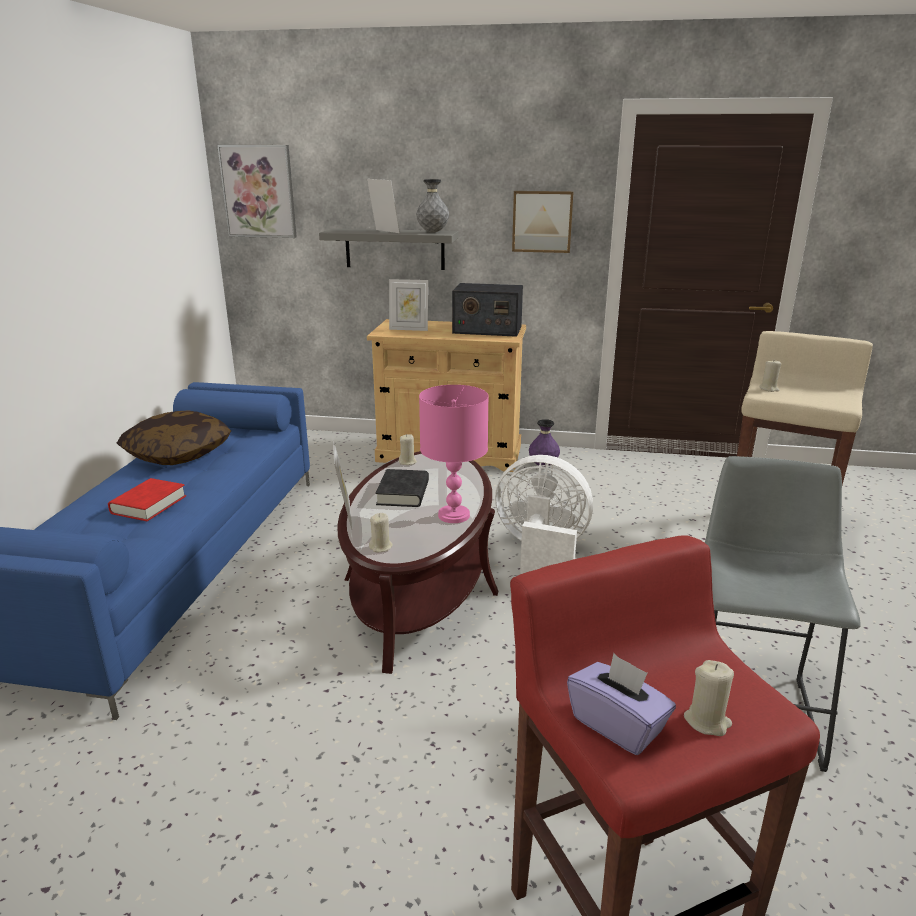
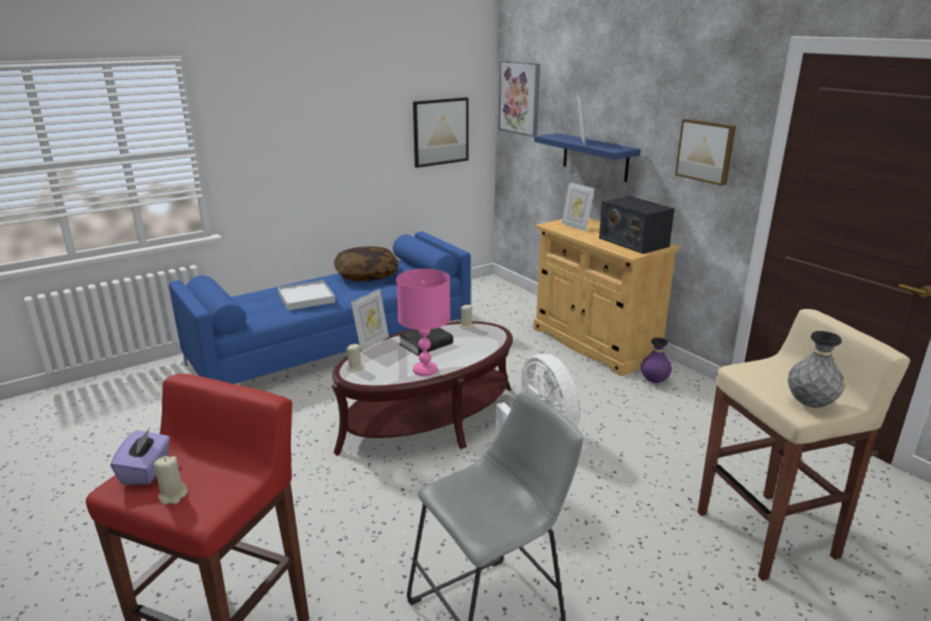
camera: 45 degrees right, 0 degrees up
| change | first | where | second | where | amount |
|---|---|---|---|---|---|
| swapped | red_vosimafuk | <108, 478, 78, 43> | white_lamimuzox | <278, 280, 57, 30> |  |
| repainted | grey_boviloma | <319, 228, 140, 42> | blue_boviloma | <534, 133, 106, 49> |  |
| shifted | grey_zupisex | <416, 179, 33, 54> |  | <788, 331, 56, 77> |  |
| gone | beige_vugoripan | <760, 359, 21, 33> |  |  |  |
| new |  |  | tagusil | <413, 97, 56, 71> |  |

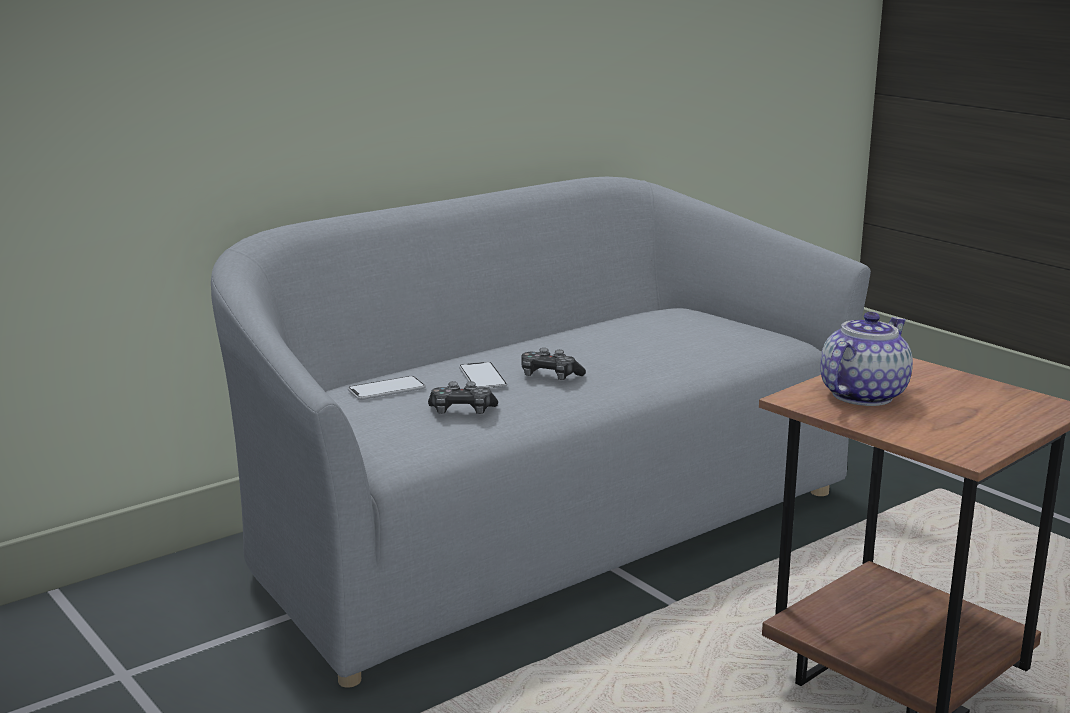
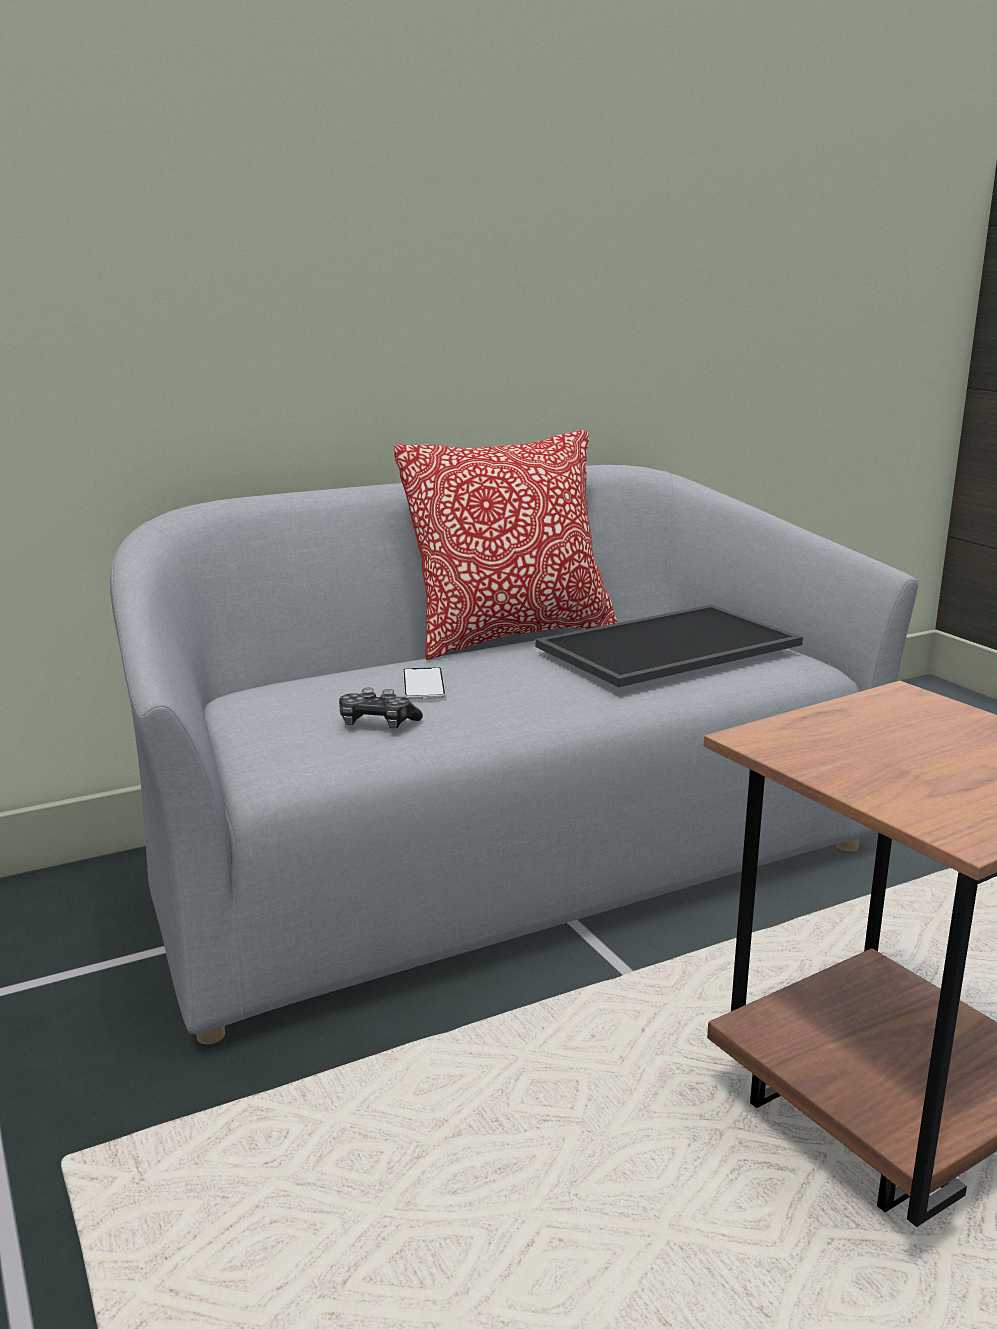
camera: 10 degrees right, 0 degrees up
| change | first | where | second | where | amount |
|---|---|---|---|---|---|
| gone | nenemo | <348, 376, 78, 24> |  |  |  |
| gone | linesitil | <521, 348, 65, 32> |  |  |  |
| gone | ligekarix | <820, 312, 93, 94> |  |  |  |
| new |  |  | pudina | <394, 430, 223, 230> |  |
| new |  |  | lamimuzox | <535, 605, 268, 82> |  |

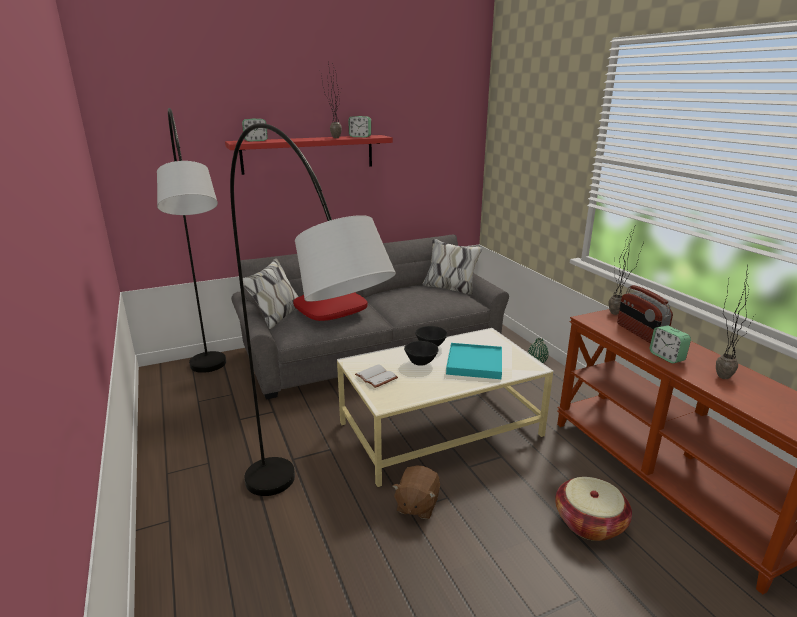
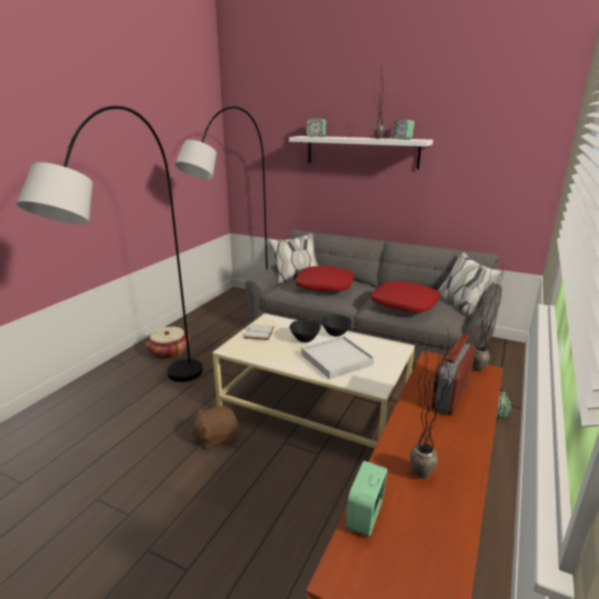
camera: 50 degrees right, 0 degrees up
| change | first | where | second | where | amount |
|---|---|---|---|---|---|
| repainted | red_boviloma | <225, 135, 168, 40> | white_boviloma | <289, 136, 144, 33> |  |
| repainted | turquoise_lamimuzox | <446, 343, 56, 36> | white_lamimuzox | <302, 336, 72, 43> |  |
| shifted | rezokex | <555, 477, 77, 64> |  | <145, 327, 45, 32> |  |
| shifted | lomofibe | <649, 325, 42, 38> |  | <345, 461, 42, 76> |  |
| new |  |  | red_pudina | <371, 281, 69, 31> |  |

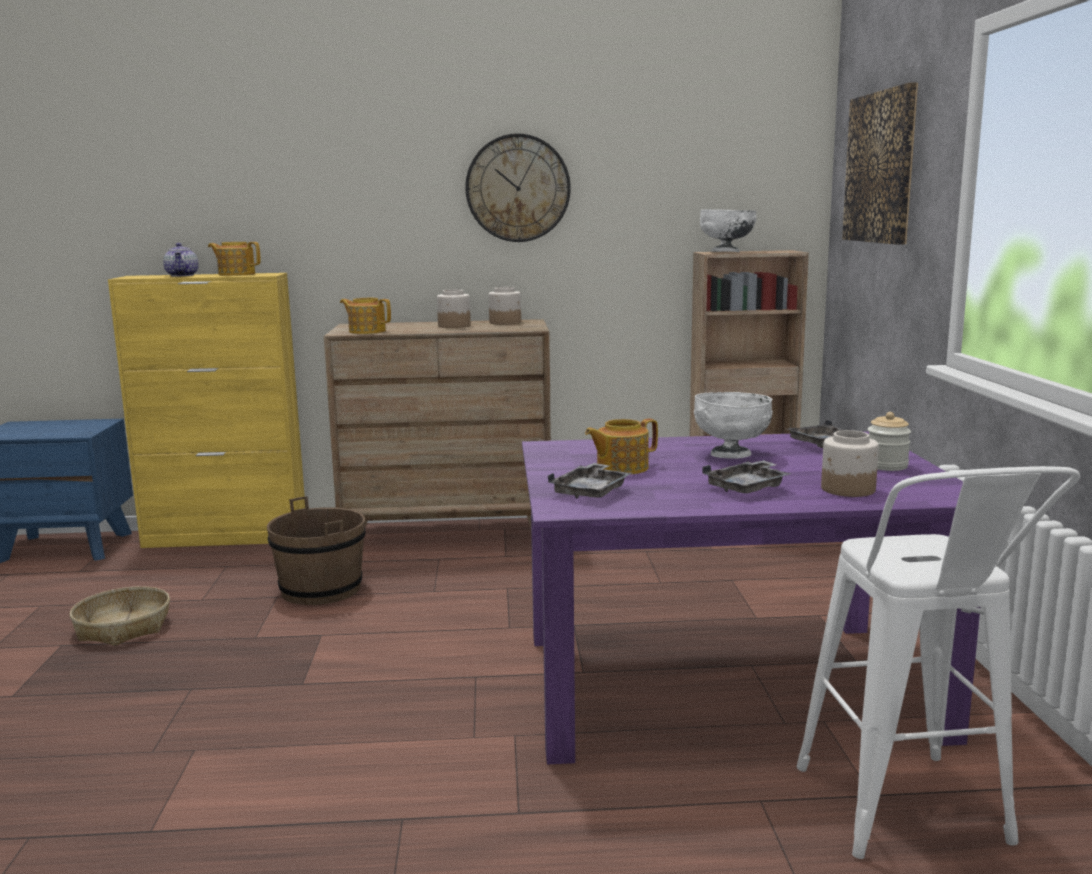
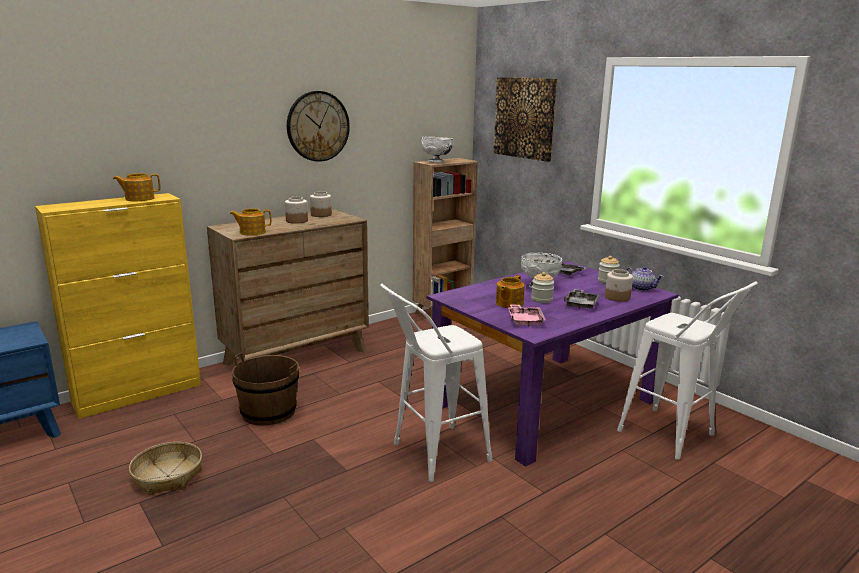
camera: 35 degrees left, 5 degrees up
| change | first | where | second | where | amount |
|---|---|---|---|---|---|
| shifted | ligekarix | <163, 243, 36, 33> |  | <626, 266, 38, 25> |  |
| repainted | grey_lamimuzox | <548, 463, 84, 35> | pink_lamimuzox | <508, 304, 38, 22> |  |
| new |  |  | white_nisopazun | <380, 284, 113, 198> |  |
| new |  |  | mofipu | <531, 272, 23, 31> |  |

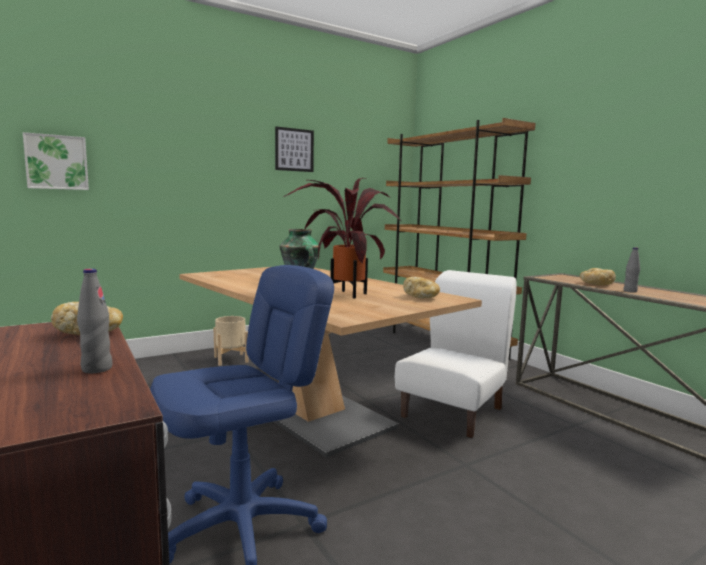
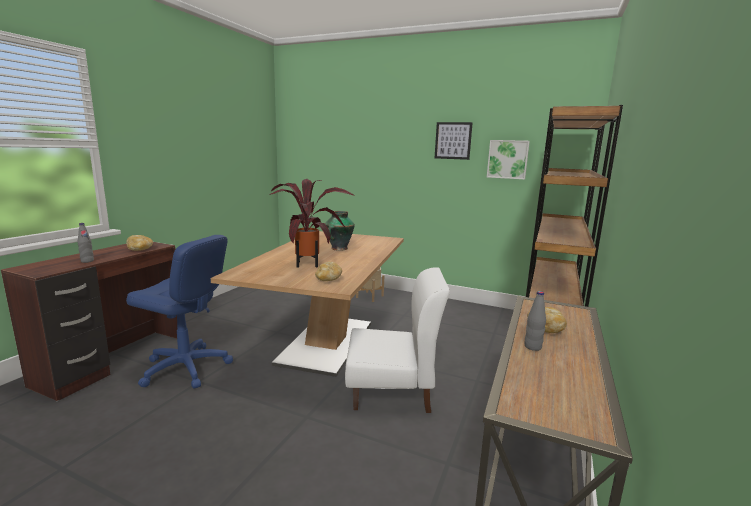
camera: 55 degrees right, 5 degrees up
| change | first | where | second | where | amount |
|---|---|---|---|---|---|
| shifted | tagusil | <23, 132, 66, 58> |  | <487, 140, 43, 40> |  |

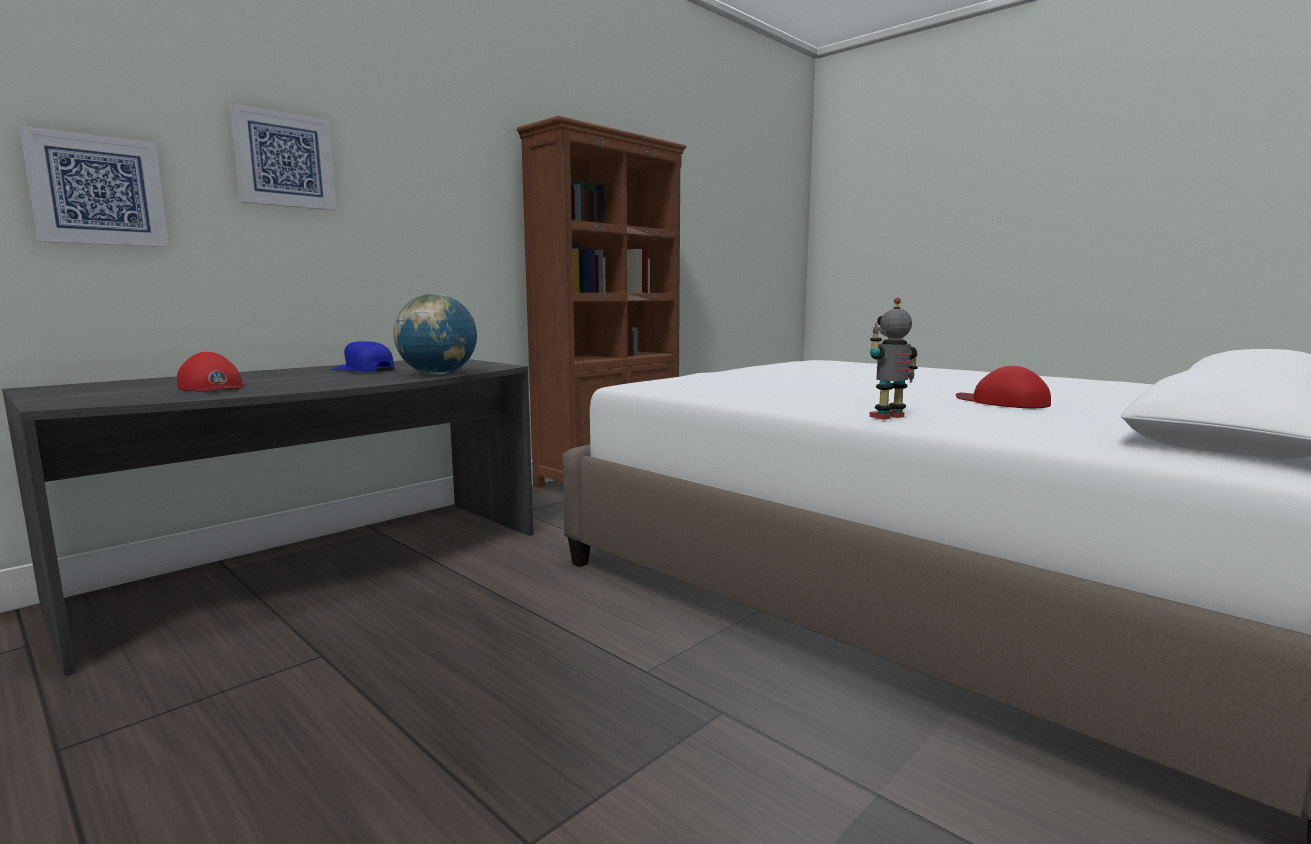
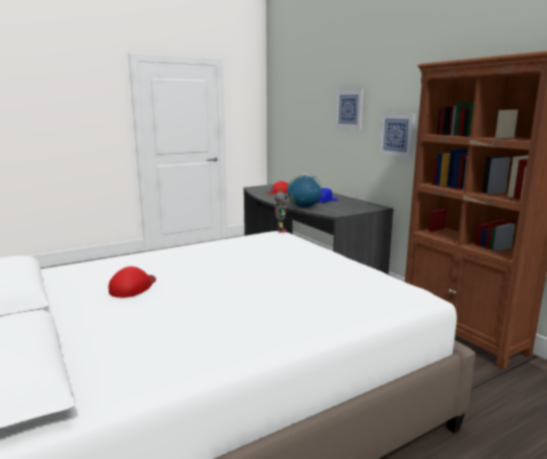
camera: 105 degrees right, 5 degrees up
| change | first | where | second | where | amount |
|---|---|---|---|---|---|
| shifted | tagusil | <20, 125, 149, 122> |  | <379, 113, 37, 45> |  |
| shifted | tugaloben | <869, 297, 49, 123> |  | <275, 188, 12, 45> |  |
| rotated | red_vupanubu | <955, 366, 96, 42> |  | <109, 266, 47, 32> | 45 degrees counterclockwise |

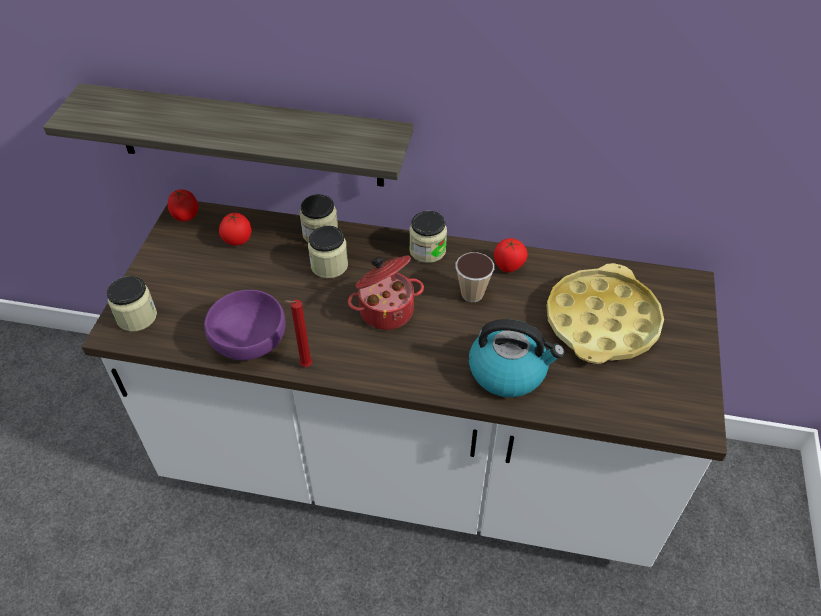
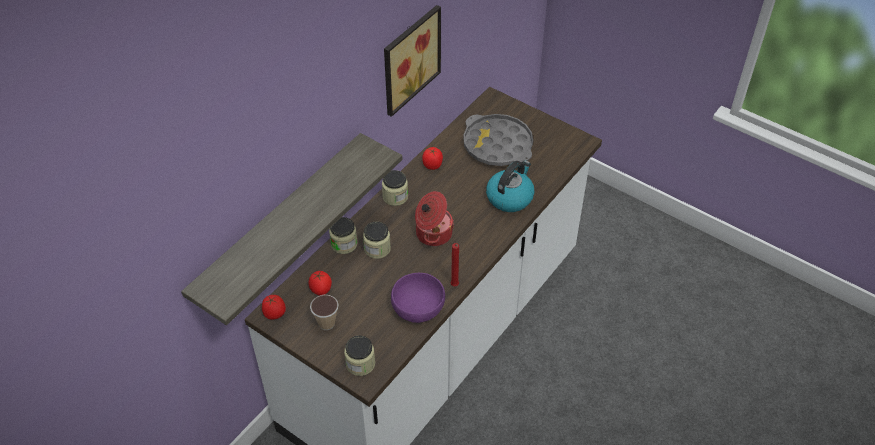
camera: 65 degrees left, 0 degrees up
| change | first | where | second | where | amount |
|---|---|---|---|---|---|
| shifted | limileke | <456, 252, 38, 50> |  | <310, 295, 29, 35> |  |
| repainted | yellow_lamimuzox | <546, 263, 118, 101> | grey_lamimuzox | <463, 114, 70, 52> |  |
| new |  |  | tagusil | <384, 5, 57, 112> |  |

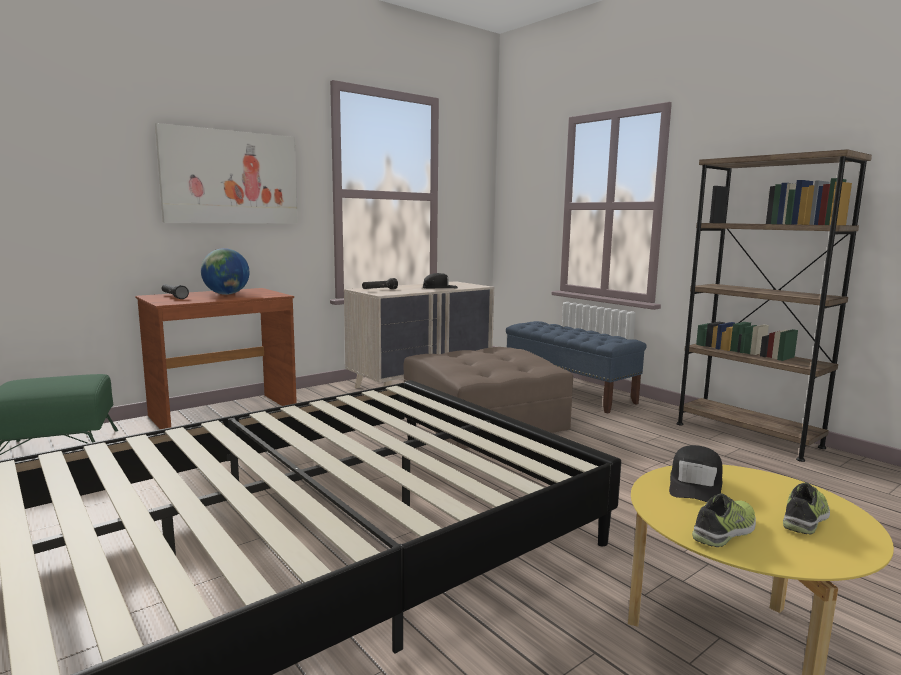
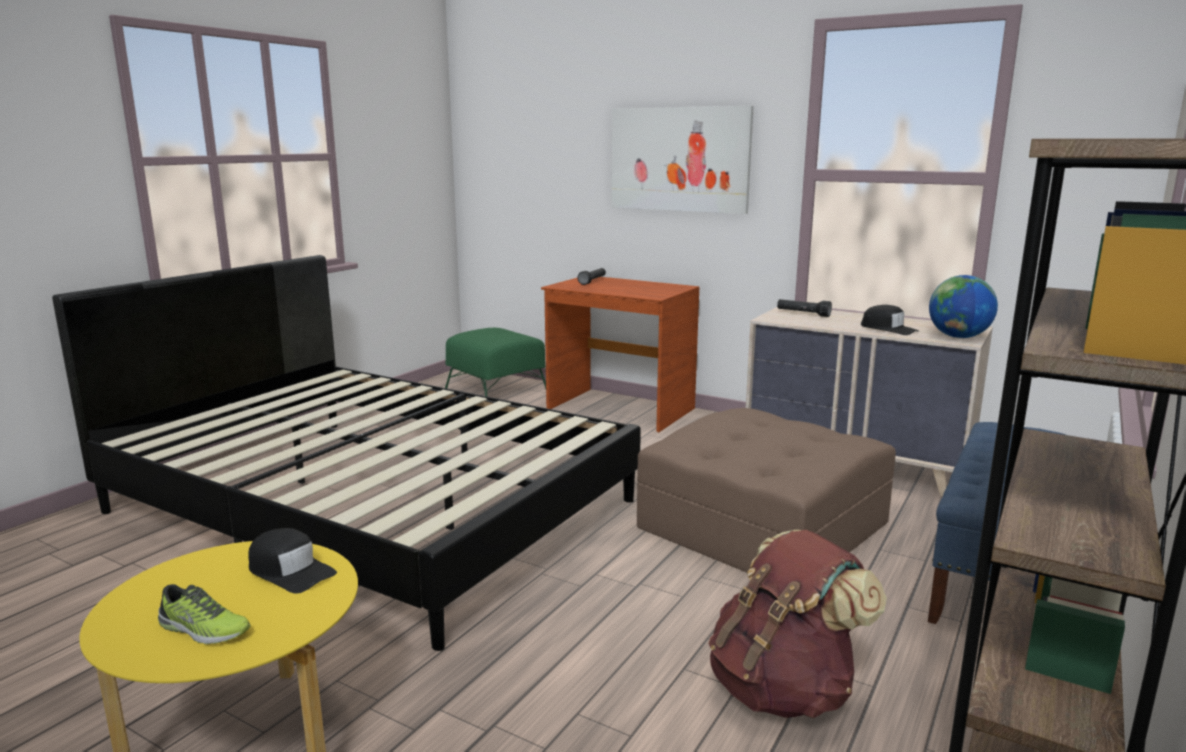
camera: 70 degrees right, 5 degrees up
| change | first | where | second | where | amount |
|---|---|---|---|---|---|
| shifted | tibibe | <201, 248, 48, 47> |  | <929, 275, 69, 63> |  |
| rotated | black_vupanubu | <669, 445, 54, 57> |  | <248, 528, 89, 66> | 150 degrees counterclockwise |
| gone | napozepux | <692, 494, 64, 53> |  |  |  |
| new |  |  | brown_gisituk | <708, 530, 179, 188> |  |

